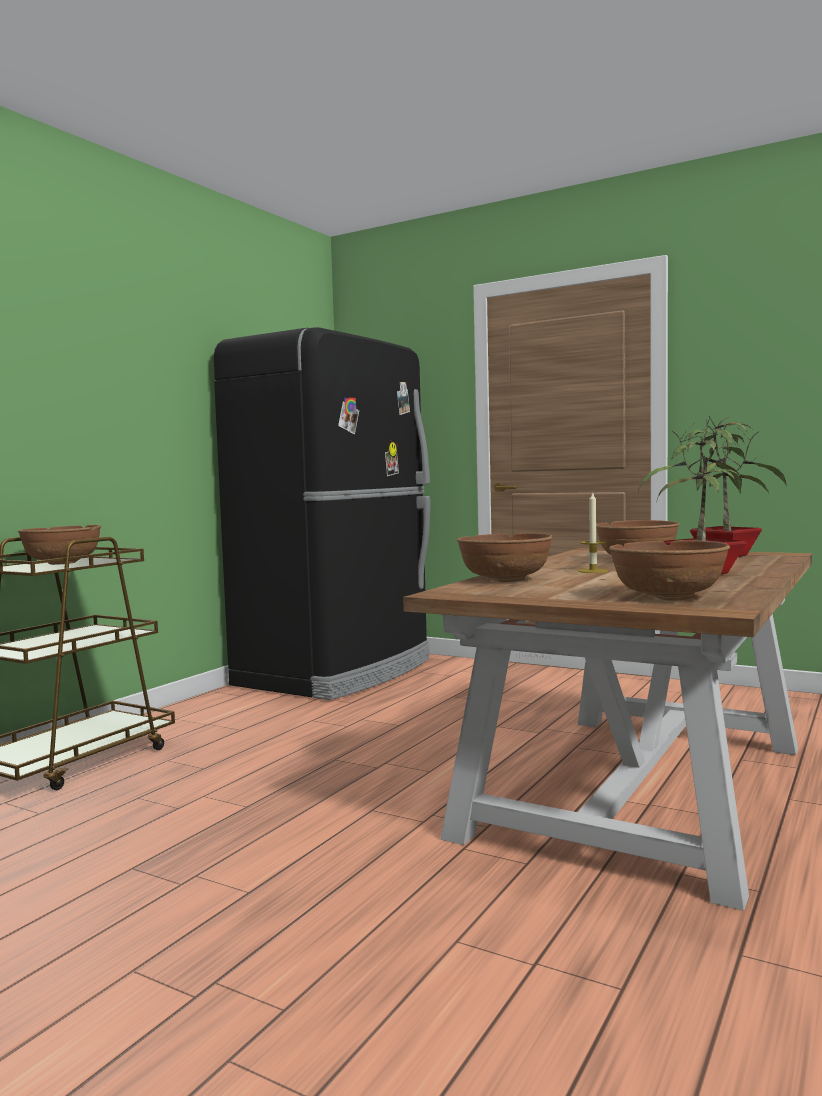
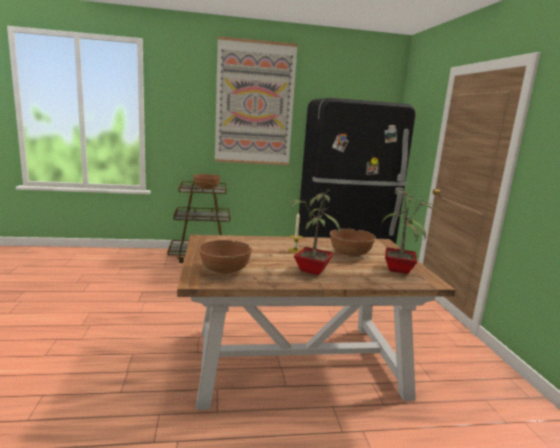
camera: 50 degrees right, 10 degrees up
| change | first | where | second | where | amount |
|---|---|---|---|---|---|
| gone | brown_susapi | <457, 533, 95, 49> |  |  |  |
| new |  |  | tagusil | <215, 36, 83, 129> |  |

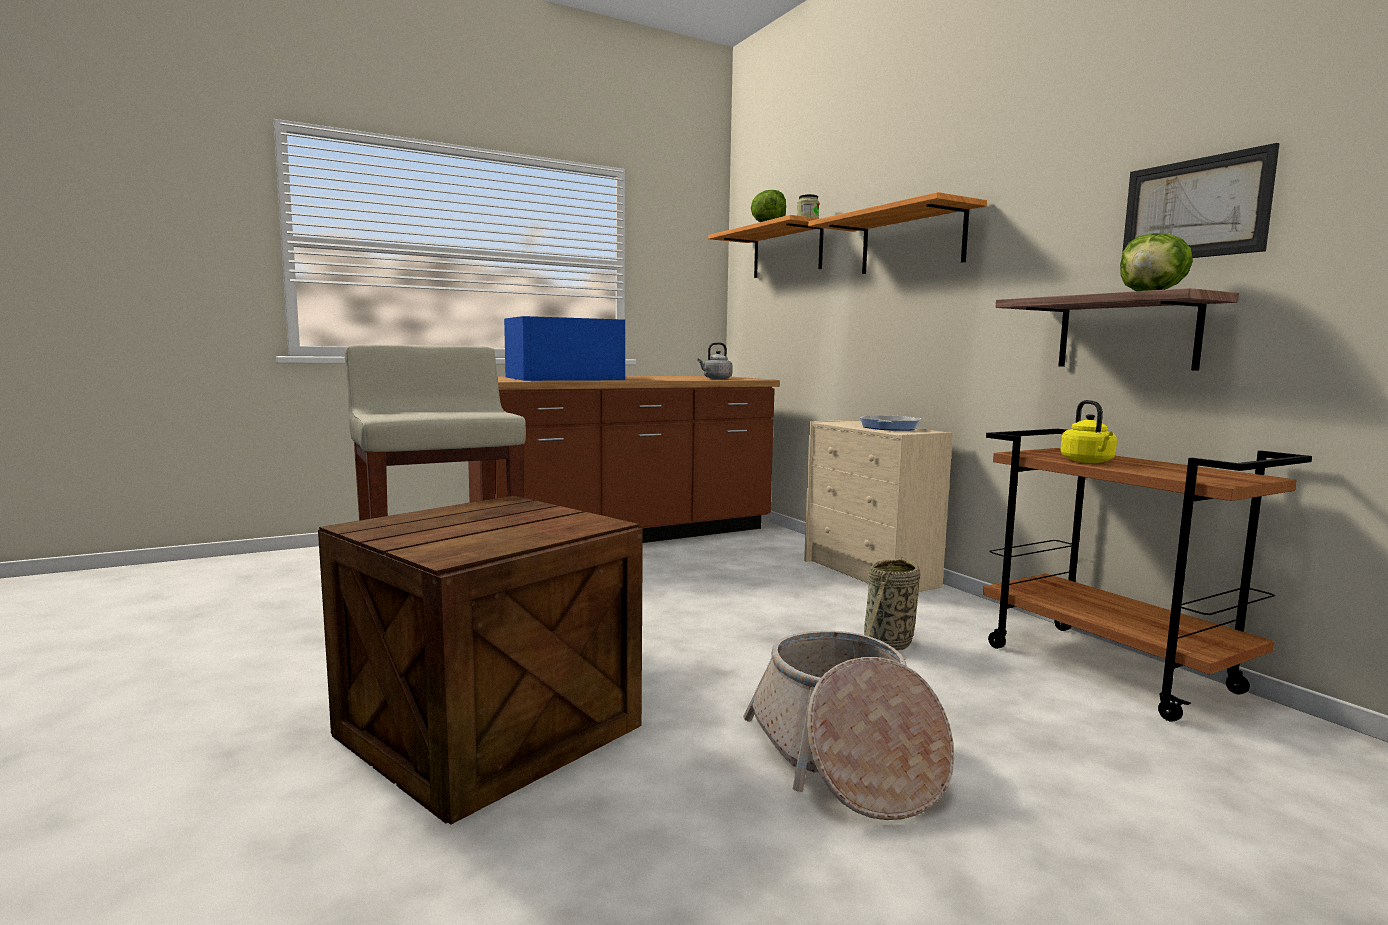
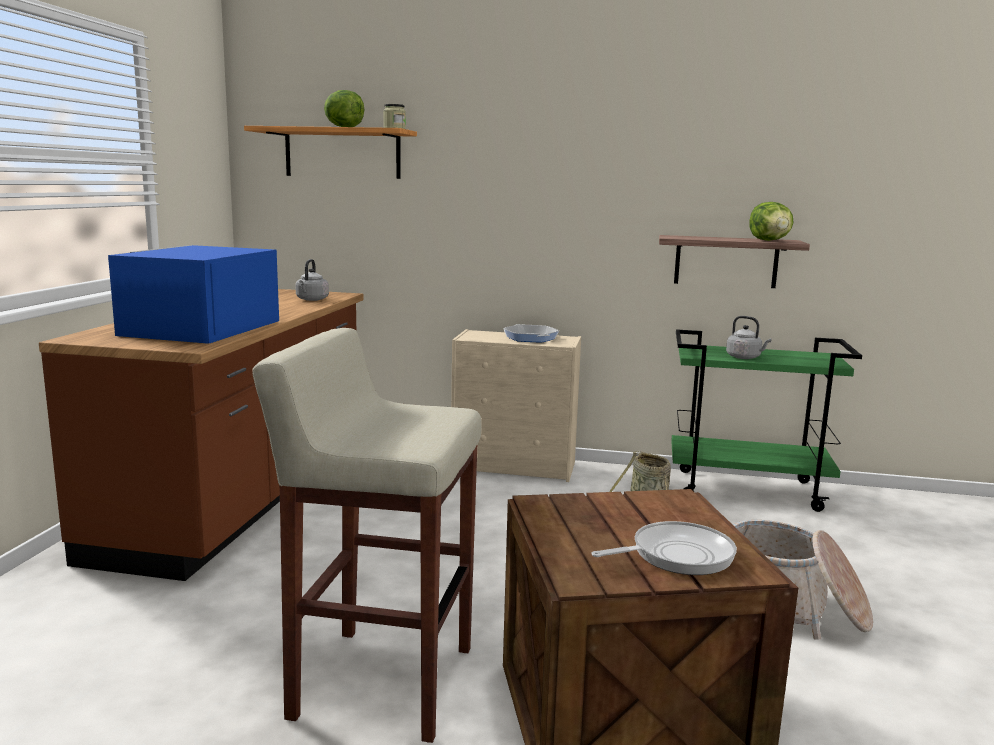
camera: 50 degrees left, 5 degrees up
| change | first | where | second | where | amount |
|---|---|---|---|---|---|
| gone | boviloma | <808, 192, 179, 82> |  |  |  |
| repainted | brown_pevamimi | <983, 429, 329, 293> | green_pevamimi | <671, 329, 191, 183> |  |
| repainted | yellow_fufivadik | <1060, 400, 57, 63> | grey_fufivadik | <726, 316, 46, 43> |  |
| gone | tagusil | <1122, 143, 158, 115> |  |  |  |
| new |  |  | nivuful | <591, 521, 146, 54> |  |

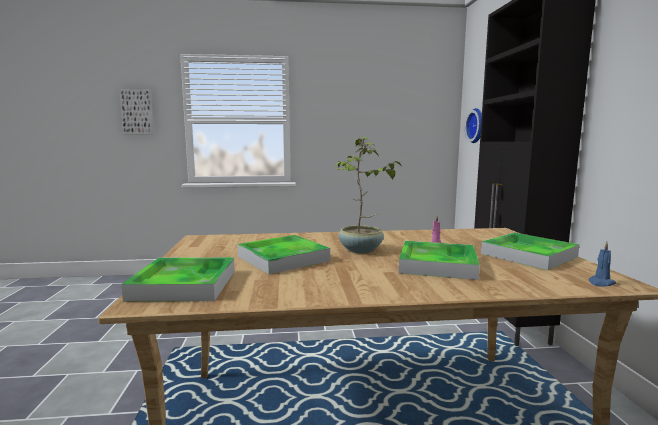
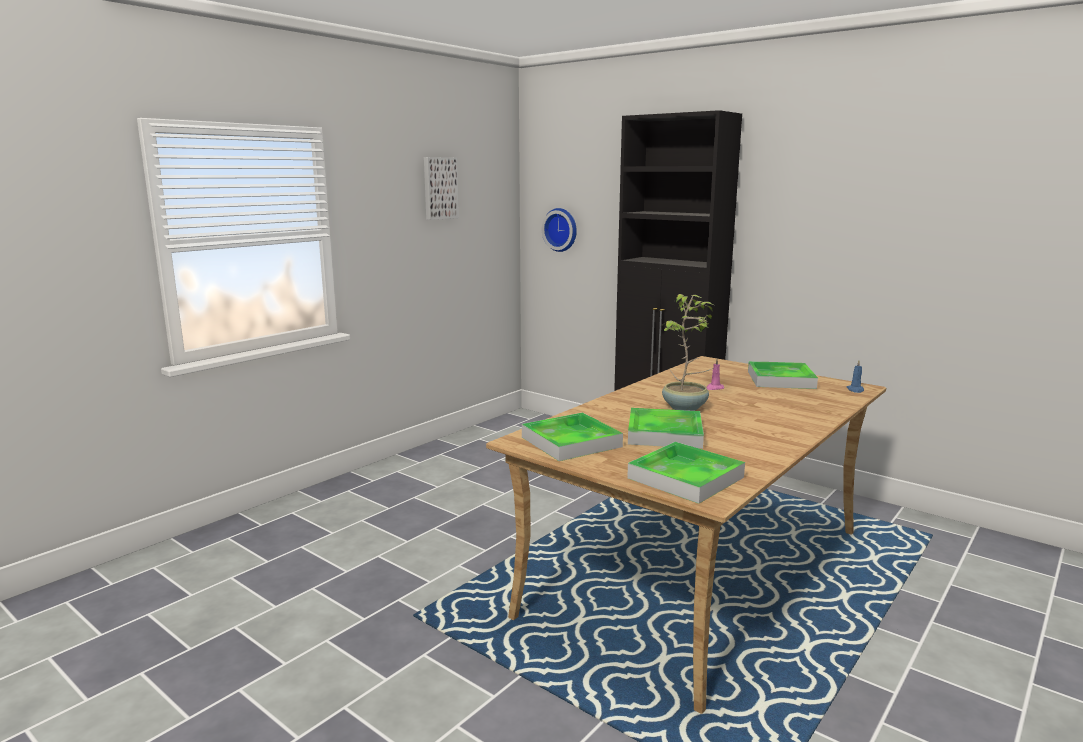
camera: 45 degrees left, 5 degrees up
| change | first | where | second | where | amount |
|---|---|---|---|---|---|
| shifted | tagusil | <120, 90, 34, 44> |  | <424, 157, 35, 63> |  |
| shifted | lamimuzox | <399, 241, 81, 39> |  | <522, 413, 101, 48> |  |

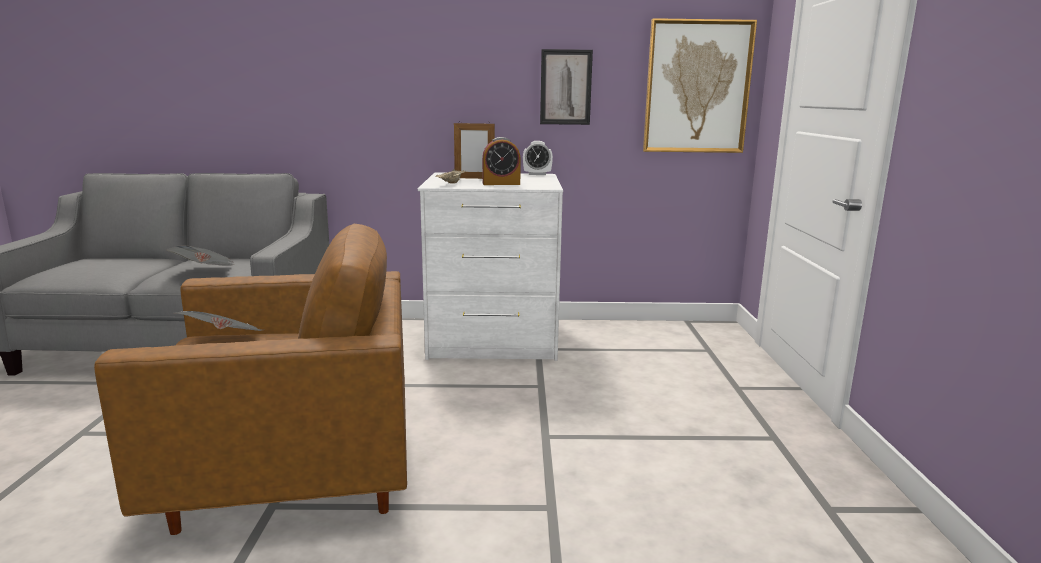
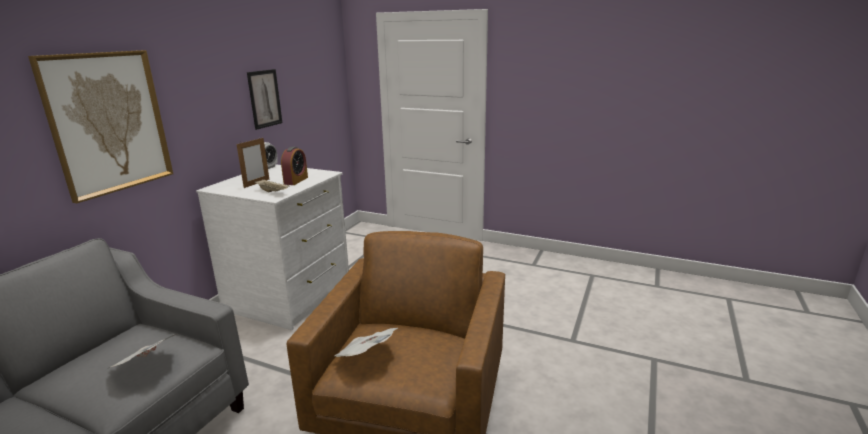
camera: 65 degrees left, 5 degrees up
| change | first | where | second | where | amount |
|---|---|---|---|---|---|
| shifted | tagusil | <643, 18, 114, 135> |  | <28, 50, 145, 153> |  |

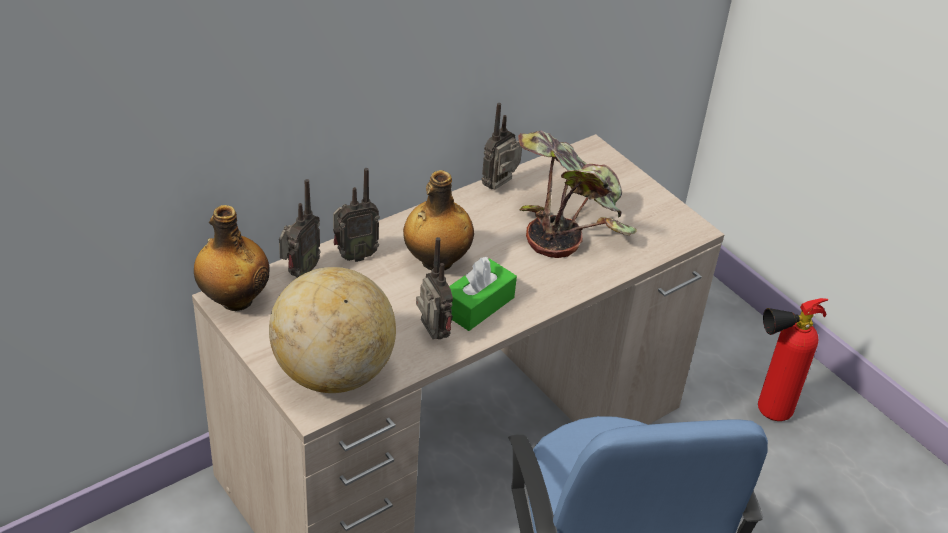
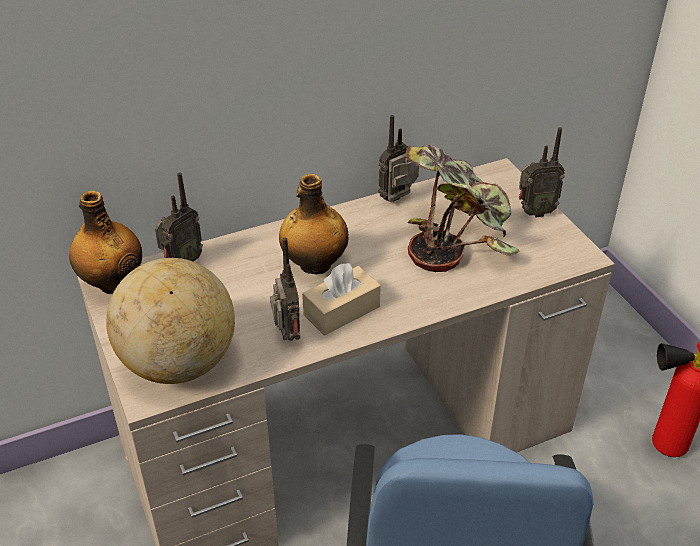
camera: 15 degrees right, 0 degrees up
| change | first | where | second | where | amount |
|---|---|---|---|---|---|
| shifted | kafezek | <333, 168, 47, 94> |  | <519, 127, 46, 90> |  |
| repainted | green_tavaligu | <449, 256, 68, 75> | beige_tavaligu | <302, 263, 79, 73> |  |

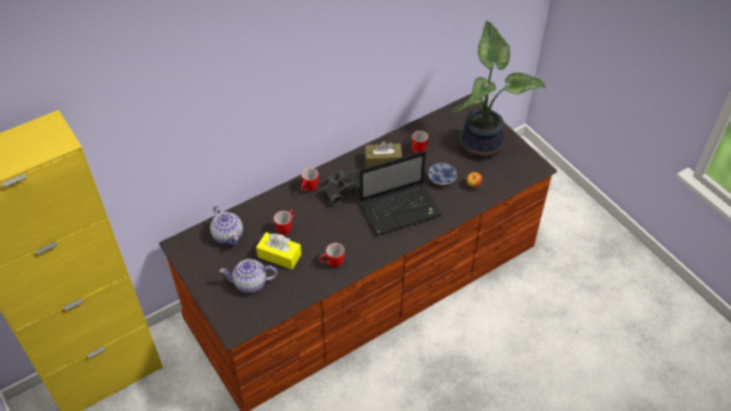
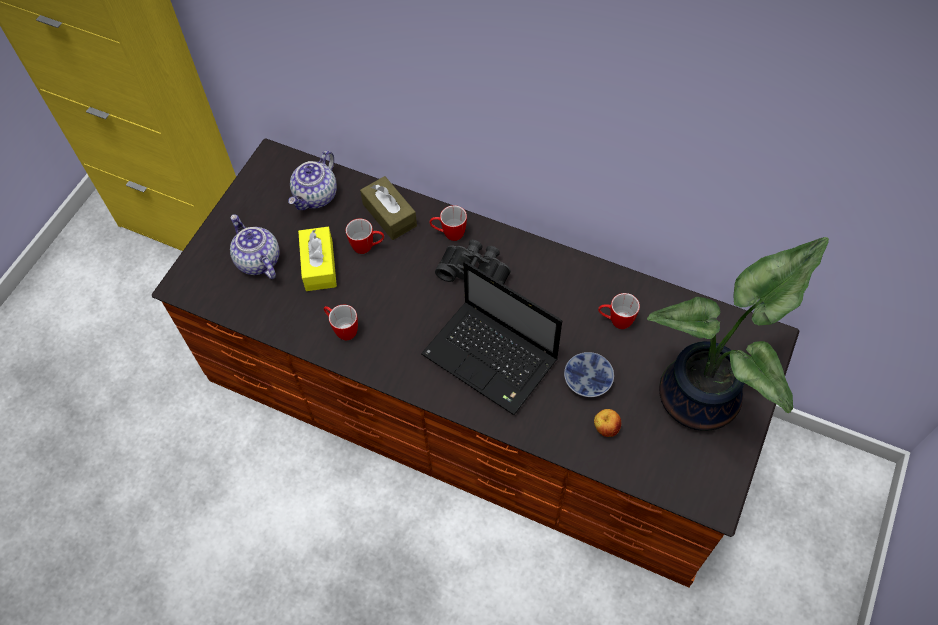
camera: 60 degrees right, 10 degrees up
| change | first | where | second | where | amount |
|---|---|---|---|---|---|
| shifted | brown_tavaligu | <365, 141, 37, 27> |  | <360, 176, 57, 64> |  |

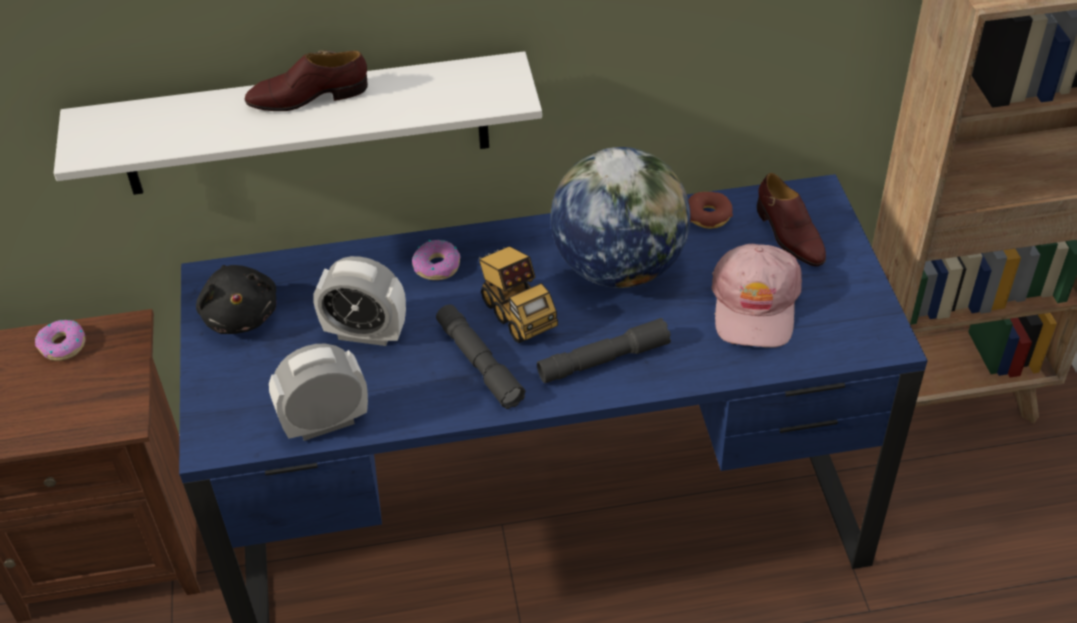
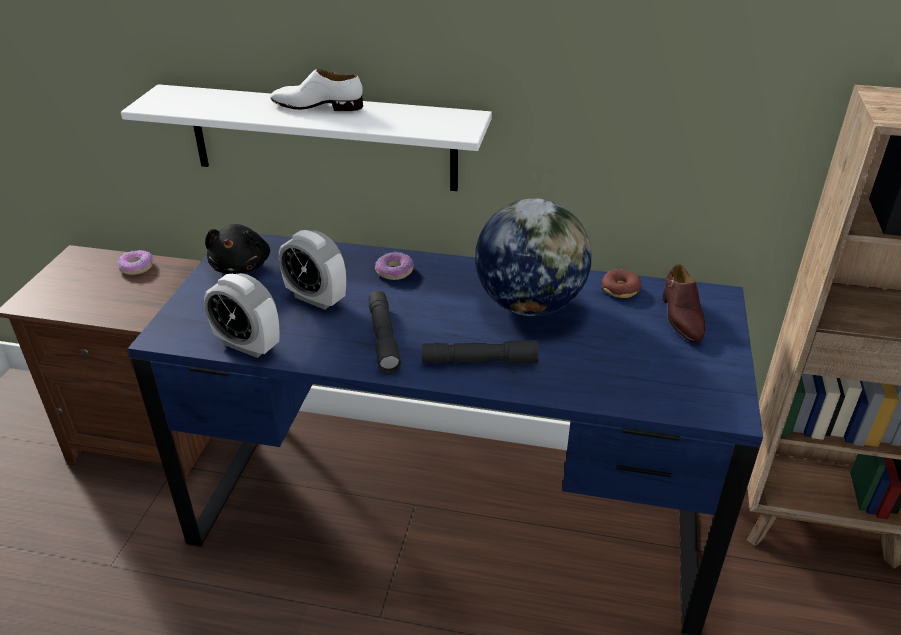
camera: 20 degrees right, 10 degrees down
| change | first | where | second | where | amount |
|---|---|---|---|---|---|
| repainted | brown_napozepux | <245, 50, 123, 61> | white_napozepux | <270, 69, 93, 42> |  |
| rotated | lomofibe | <269, 344, 99, 97> |  | <204, 273, 76, 85> | 150 degrees counterclockwise |
| gone | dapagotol | <478, 246, 80, 97> |  |  |  |
| gone | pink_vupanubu | <711, 244, 91, 104> |  |  |  |

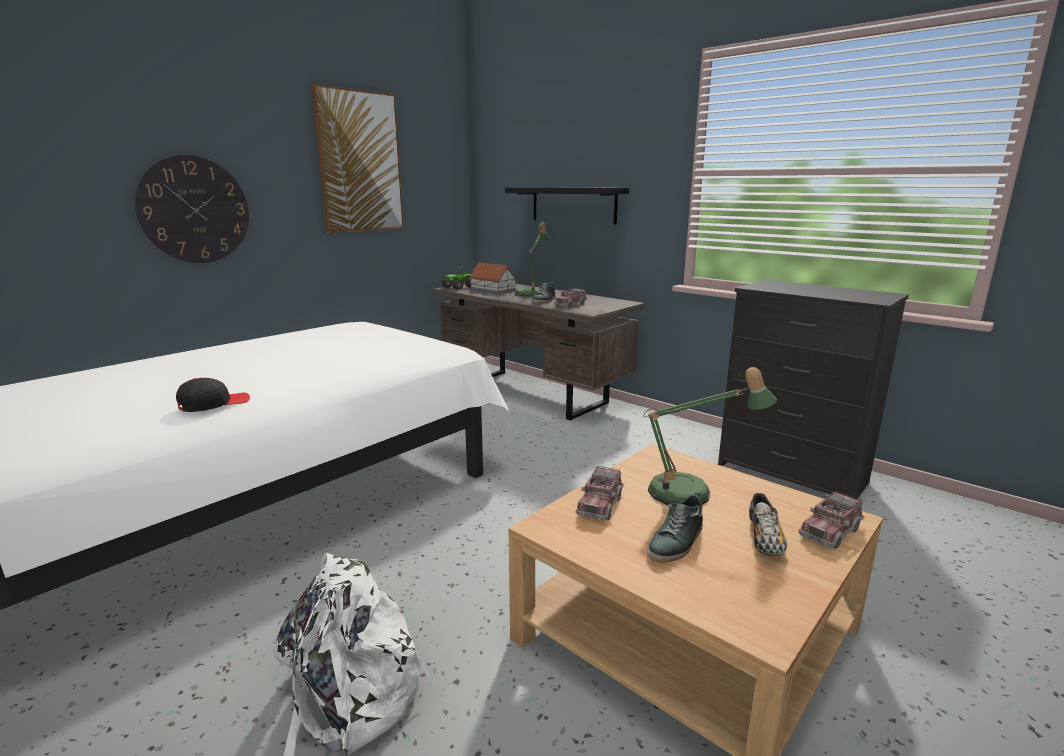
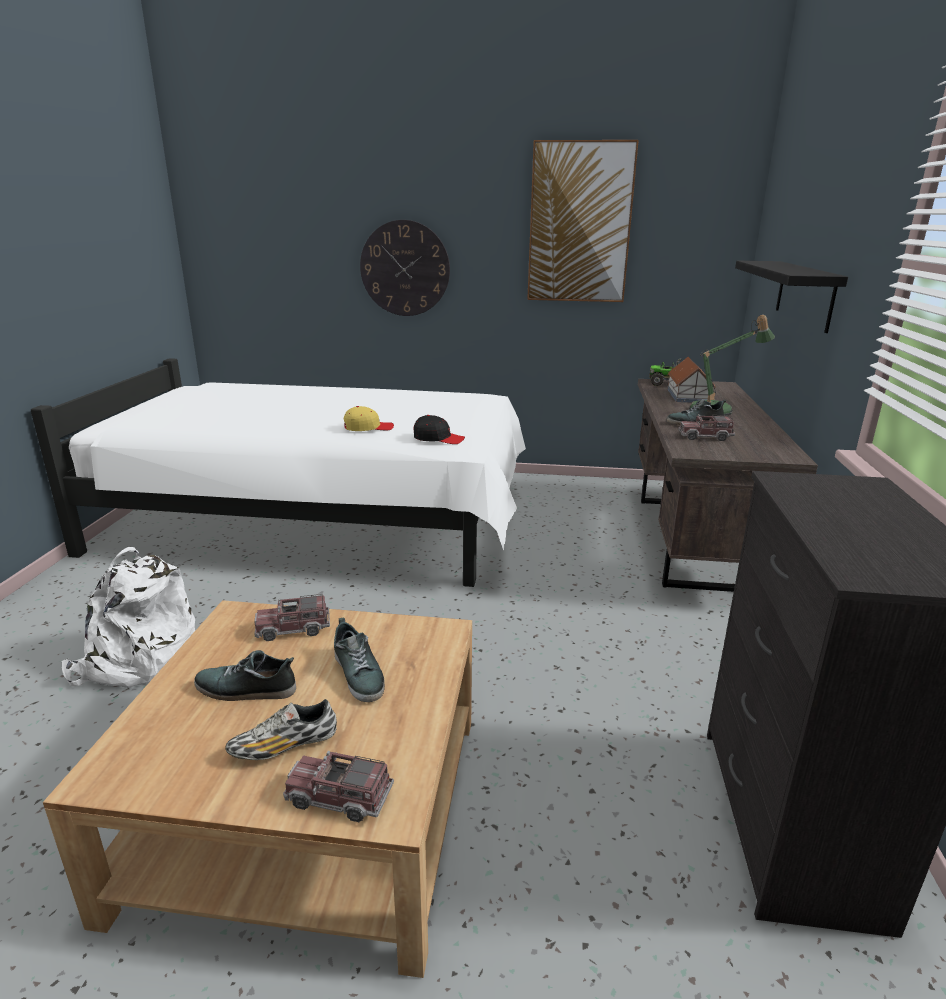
camera: 55 degrees right, 5 degrees up
| change | first | where | second | where | amount |
|---|---|---|---|---|---|
| shifted | black_vupanubu | <176, 378, 74, 34> |  | <414, 415, 51, 29> |  |
| swapped | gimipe | <644, 367, 133, 138> | napozepux | <334, 618, 51, 84> |  |
| new |  |  | yellow_vupanubu | <344, 406, 50, 25> |  |

